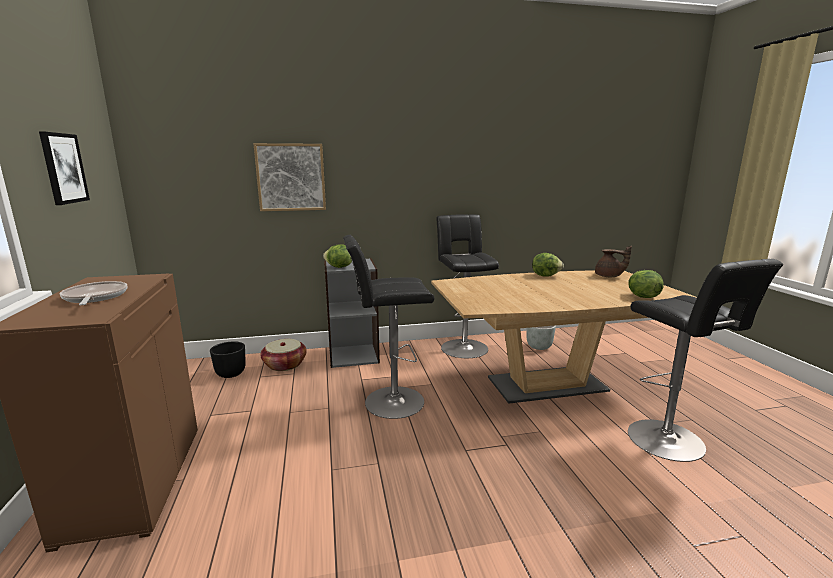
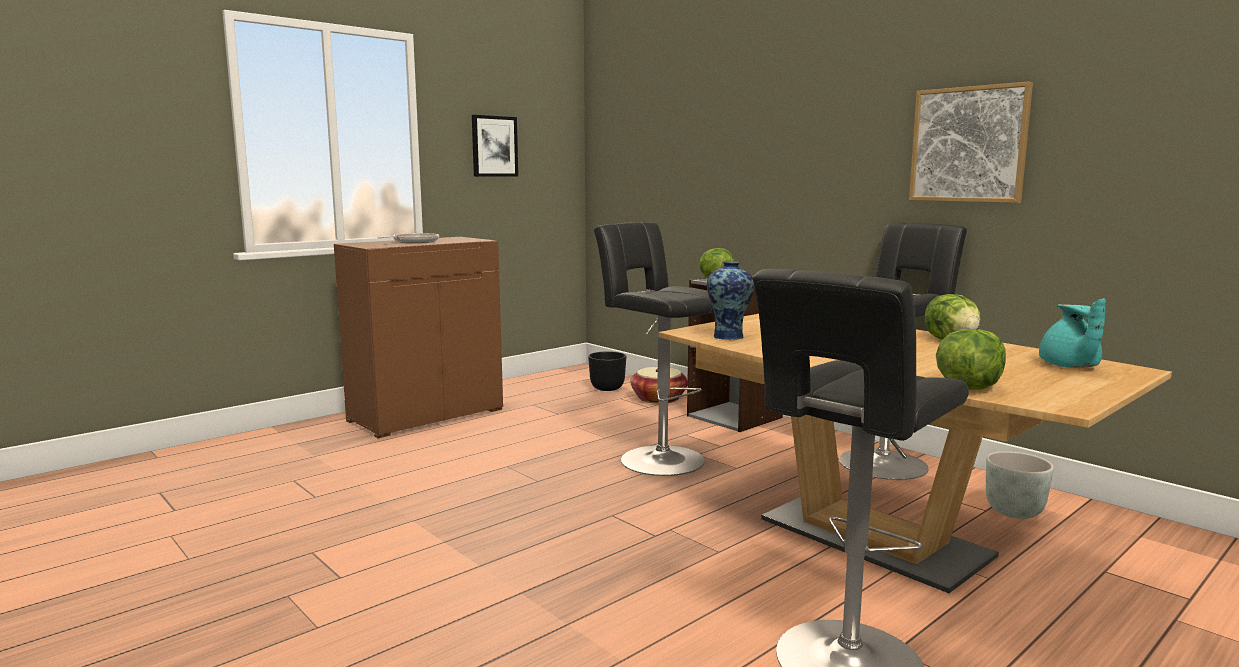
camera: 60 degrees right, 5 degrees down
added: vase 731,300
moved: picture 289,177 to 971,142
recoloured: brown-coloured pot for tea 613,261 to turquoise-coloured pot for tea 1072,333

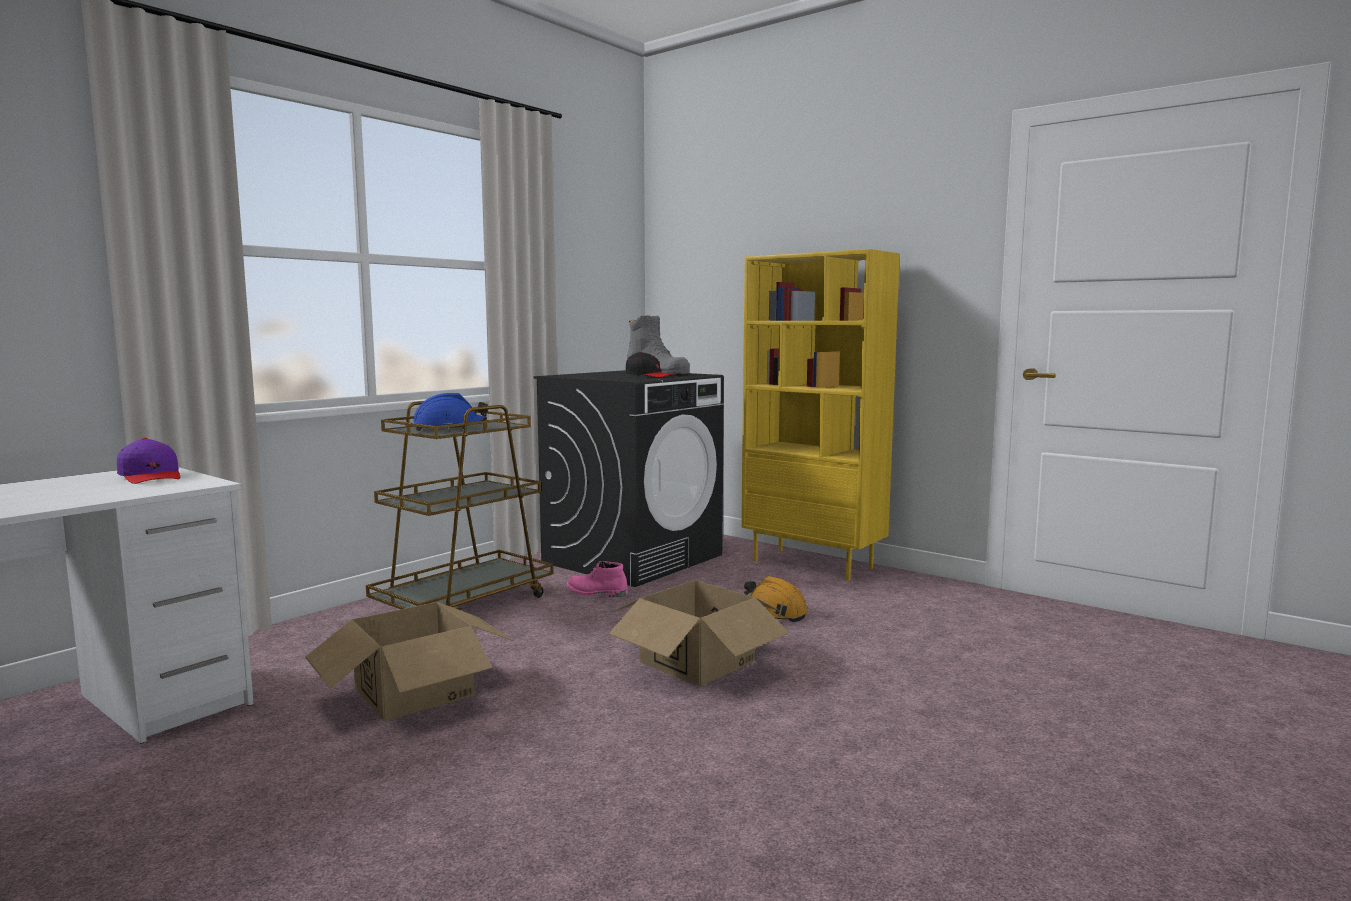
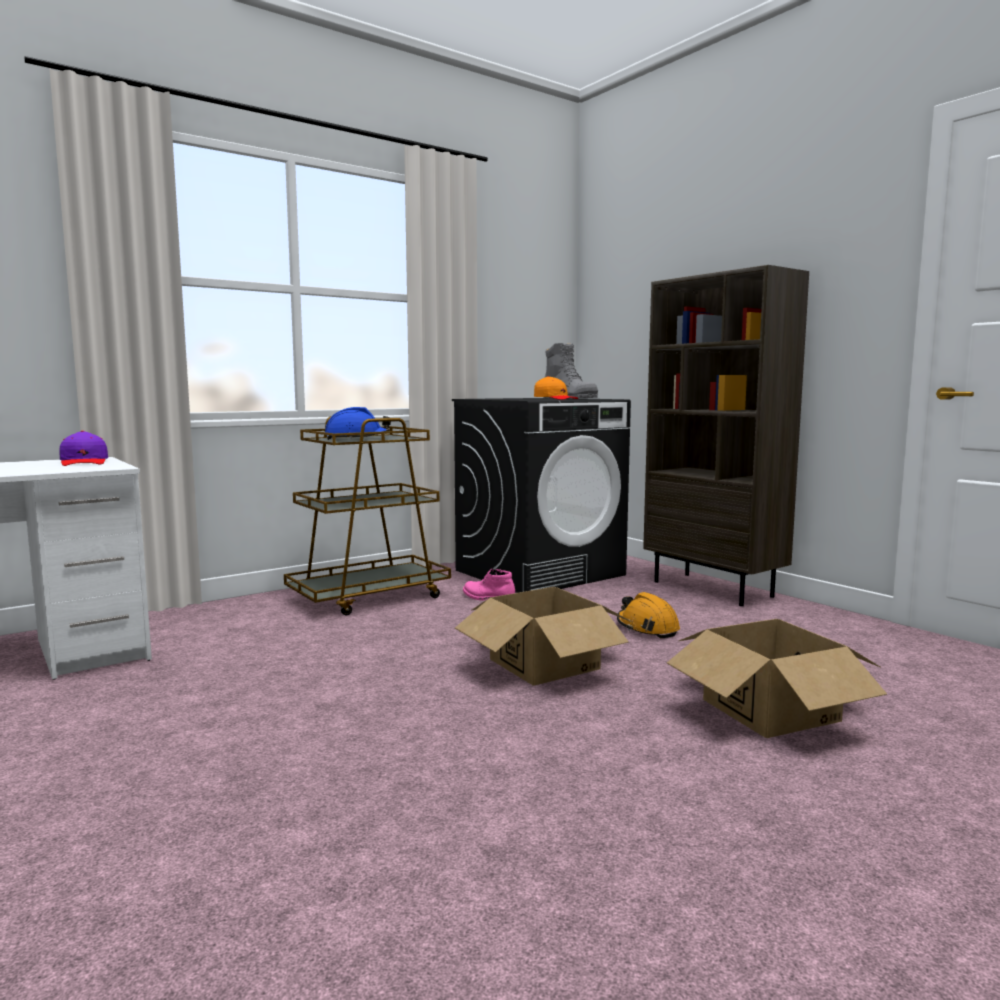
camera: 15 degrees right, 0 degrees up
moved: cardboard box 409,661 to 777,678
recoloured: blackish peaked cap 649,364 to orangey peaked cap 556,388; yellow-coloured bookcase 820,415 to brown-coloured bookcase 726,435

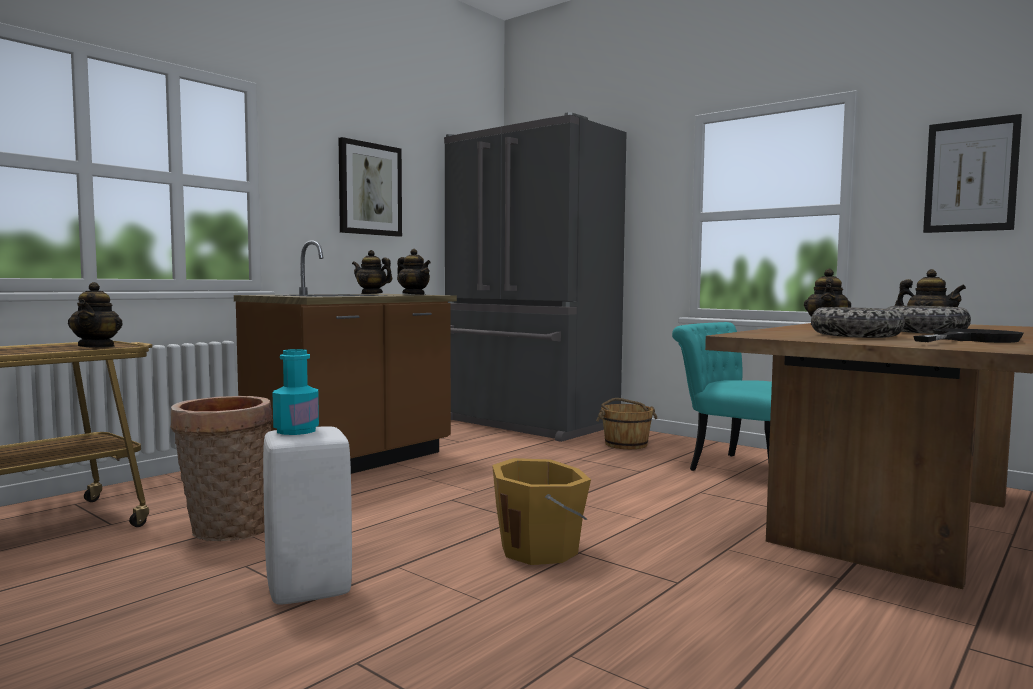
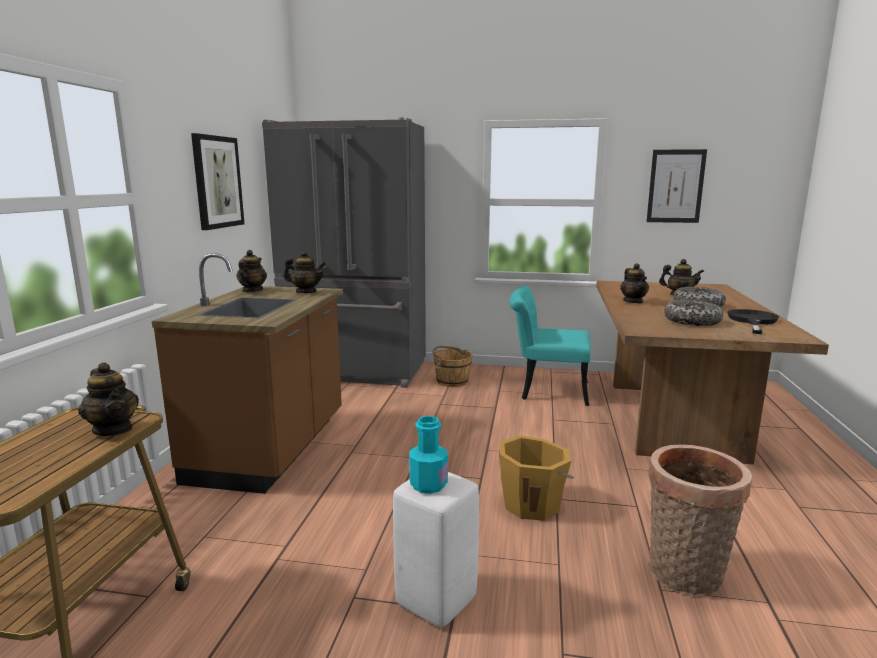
camera: 30 degrees left, 10 degrees up
moved: basket 221,468 to 700,520
turned: pot for tea 372,272 = 251,271 105 degrees clockwise

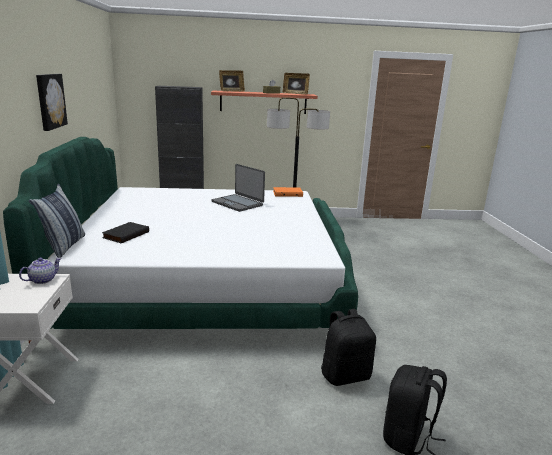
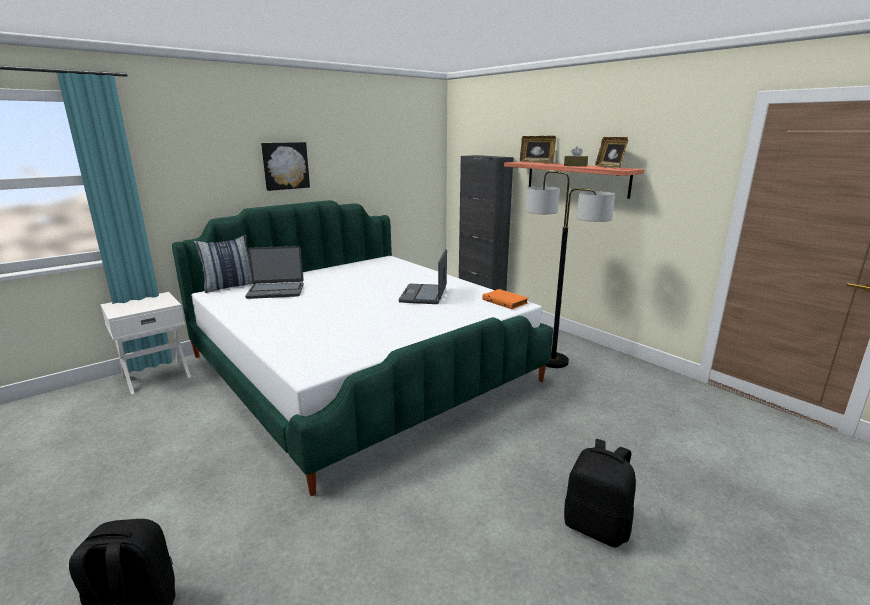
camera: 55 degrees right, 0 degrees up
removed: pot for tea 40,271
moved: blackish knapsack 348,347 to 600,493
replaced: blackish volume 125,232 to notebook computer 274,272

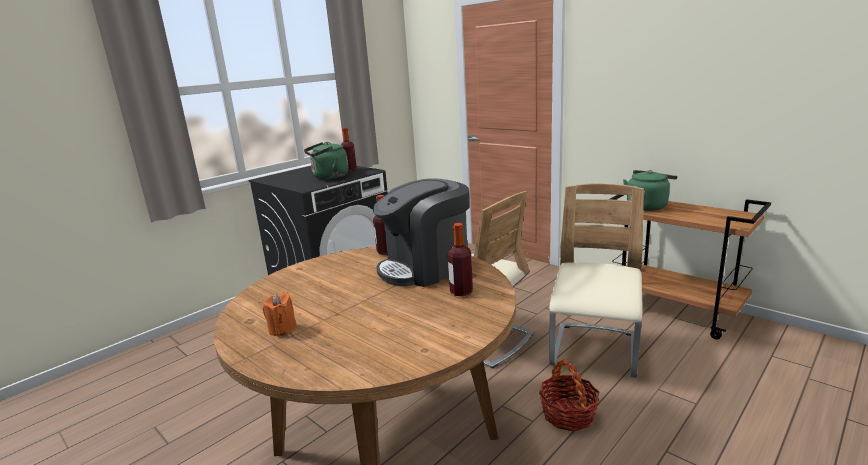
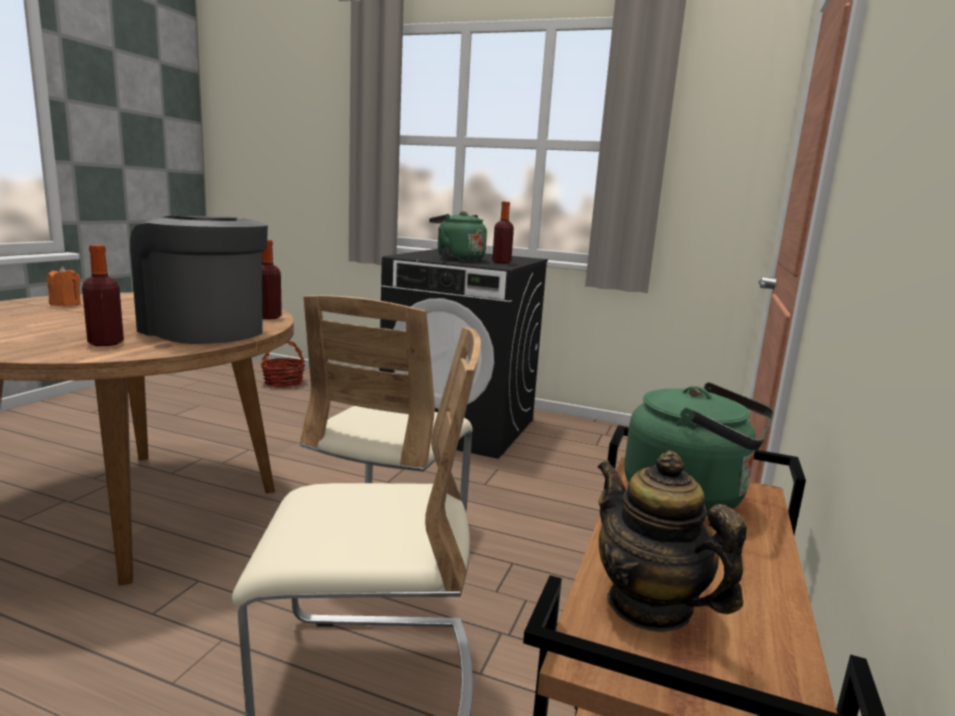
camera: 65 degrees right, 5 degrees down
added: pot for tea 672,541
moved: basket 569,395 to 283,364

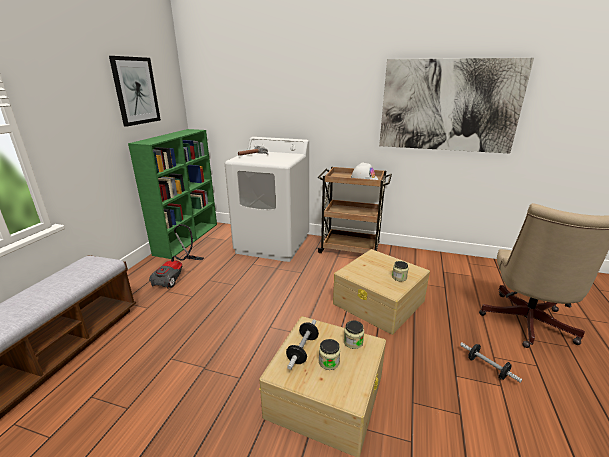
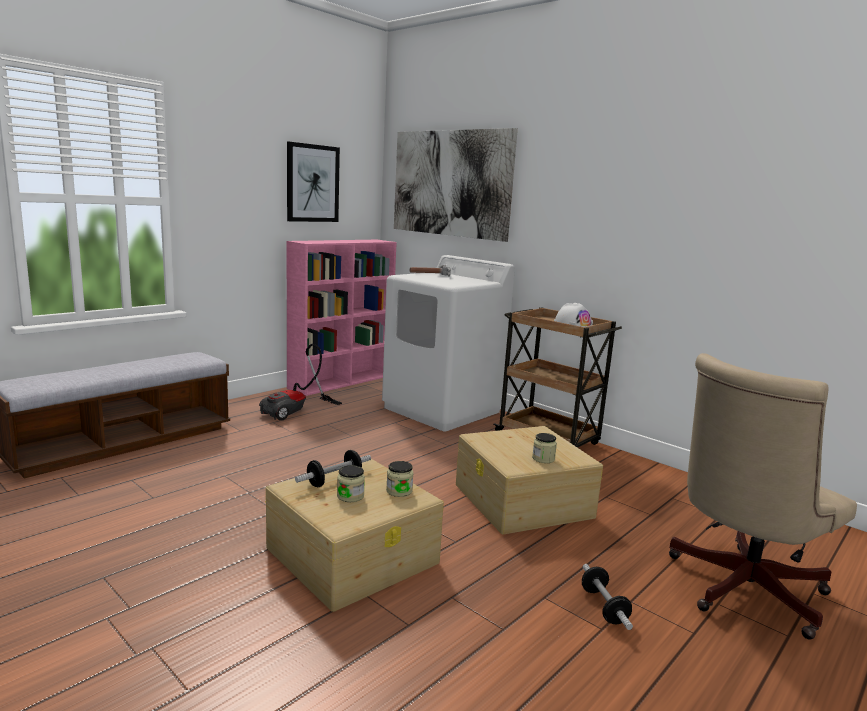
camera: 25 degrees right, 10 degrees down
moved: picture 456,106 to 456,185
recoloured: green bookcase 172,194 to pinkish bookcase 342,318

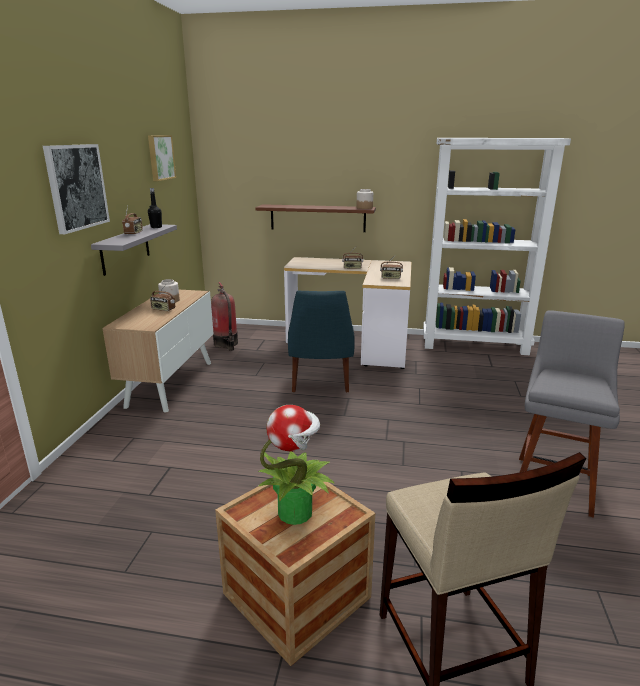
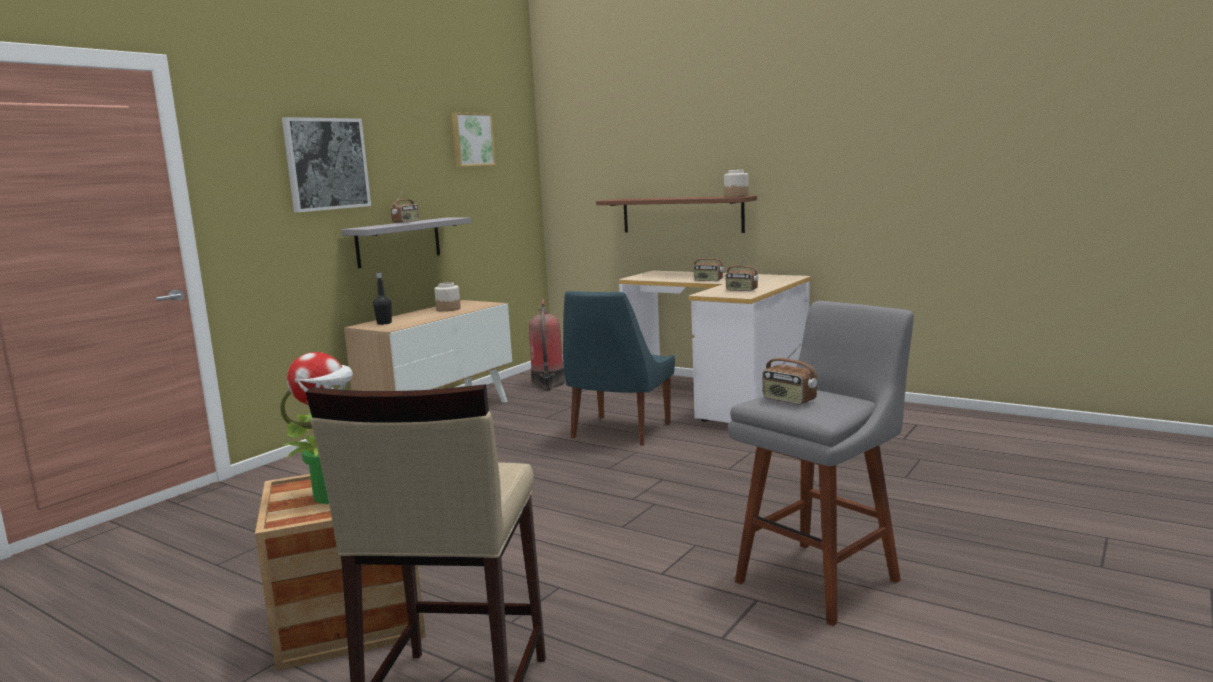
camera: 25 degrees right, 10 degrees down
removed: white bookcase 497,246
moved: blackish bottle 155,208 to 382,299; radio receiver 162,298 to 789,374

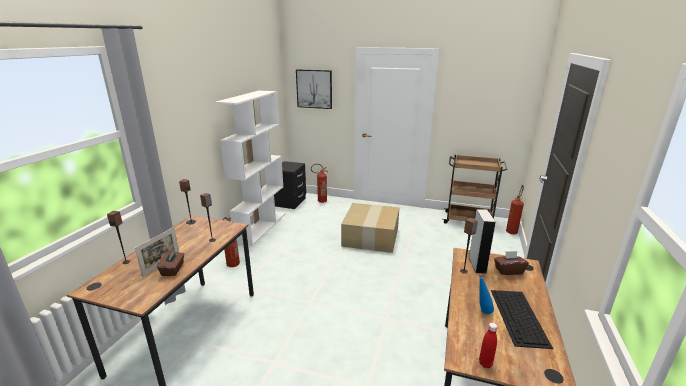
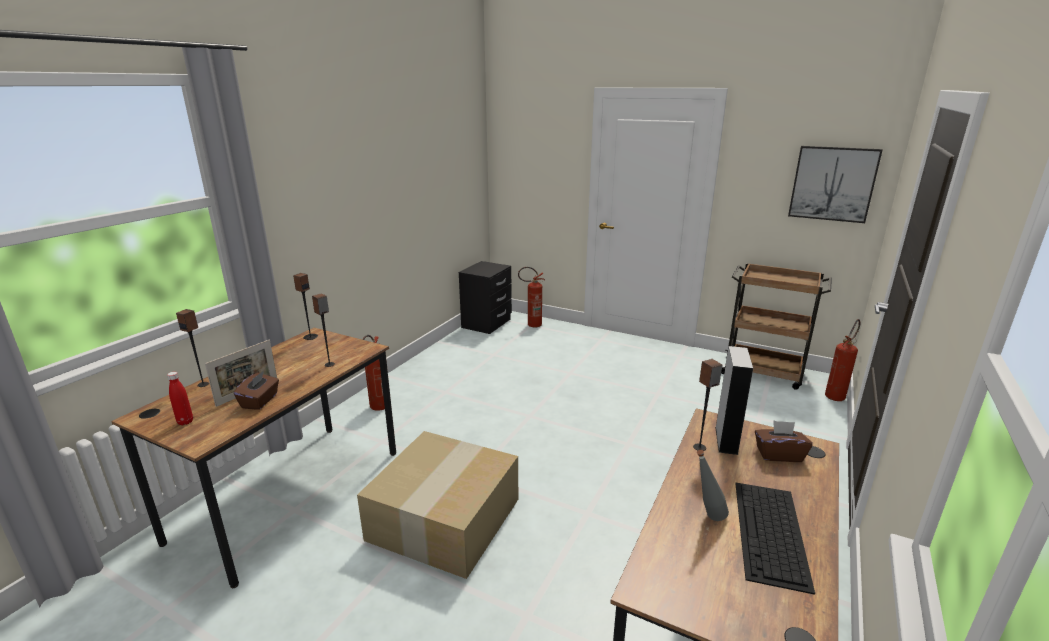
camera: 10 degrees right, 0 degrees up
removed: white bookcase 250,168
moved: picture 314,89 to 835,184; cardboard box 370,228 to 437,505; reddish bottle 488,345 to 180,398
recoloured: bluish bottle 486,293 to gray bottle 713,485

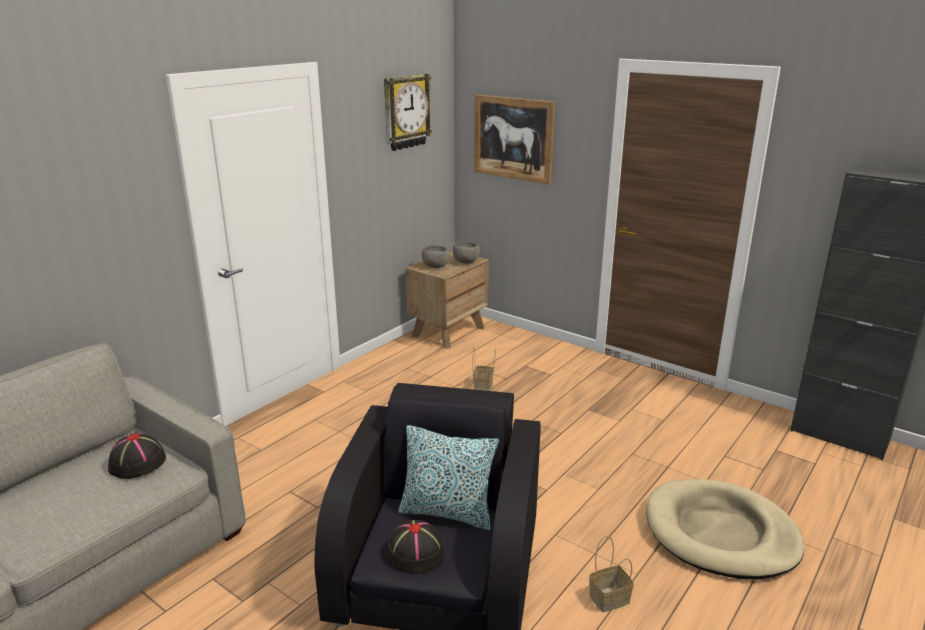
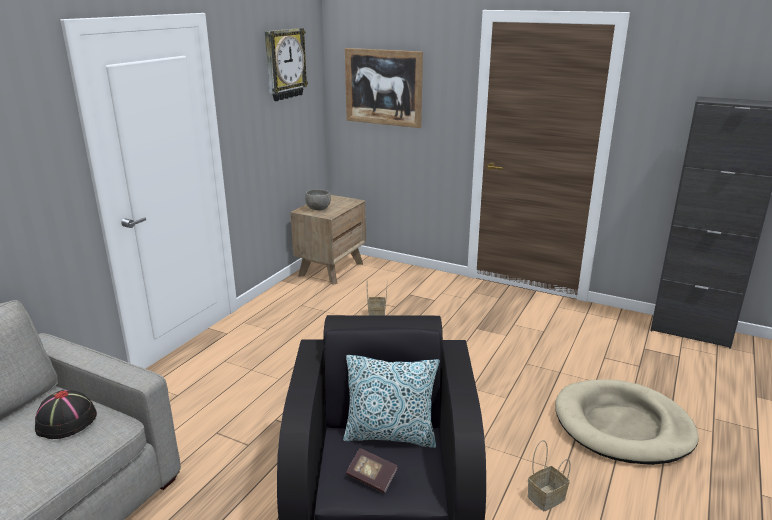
camera: 10 degrees left, 0 degrees up
removed: gray deep dish 466,252
replaced: blackish hat 416,547 to volume 372,470

